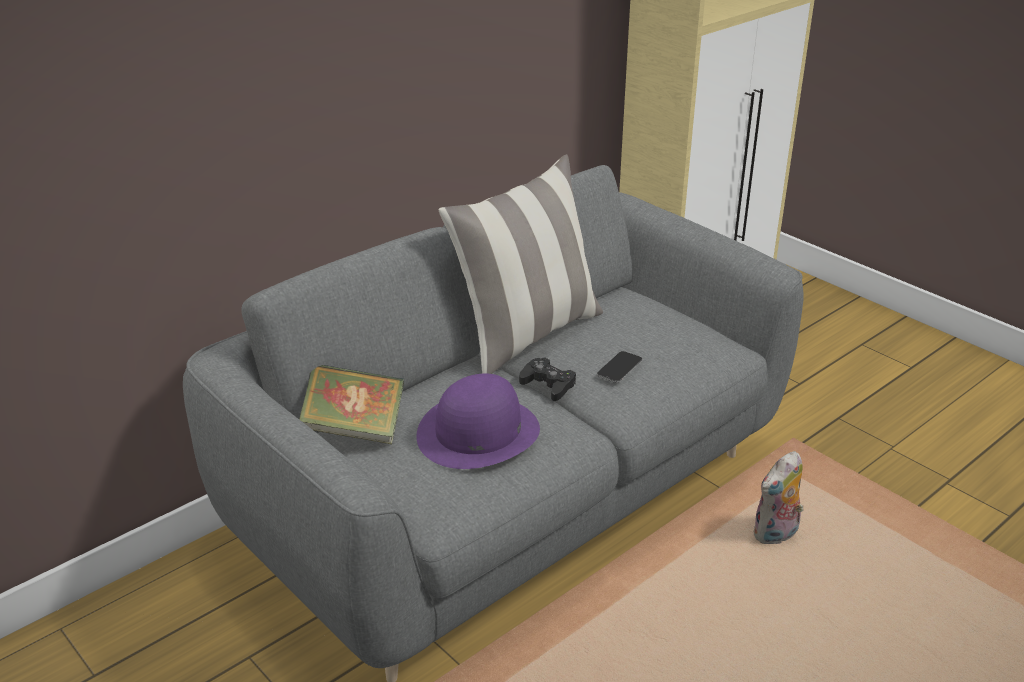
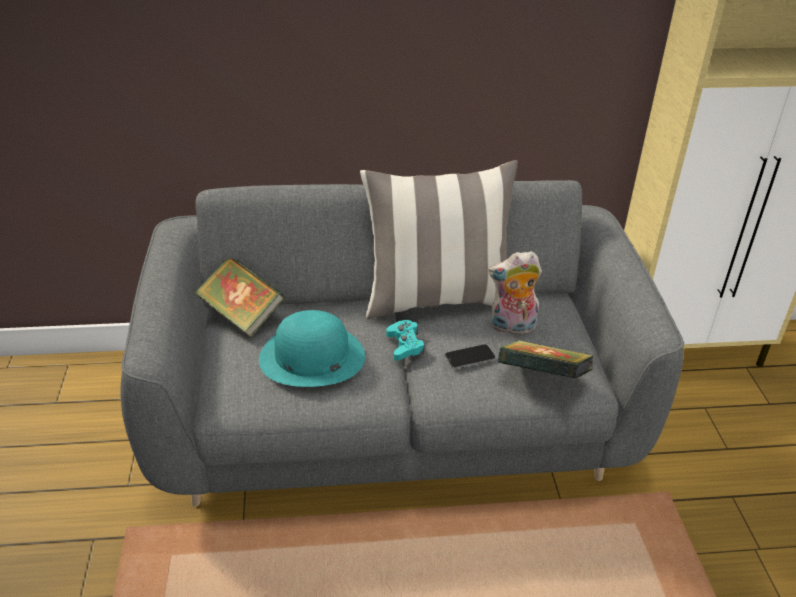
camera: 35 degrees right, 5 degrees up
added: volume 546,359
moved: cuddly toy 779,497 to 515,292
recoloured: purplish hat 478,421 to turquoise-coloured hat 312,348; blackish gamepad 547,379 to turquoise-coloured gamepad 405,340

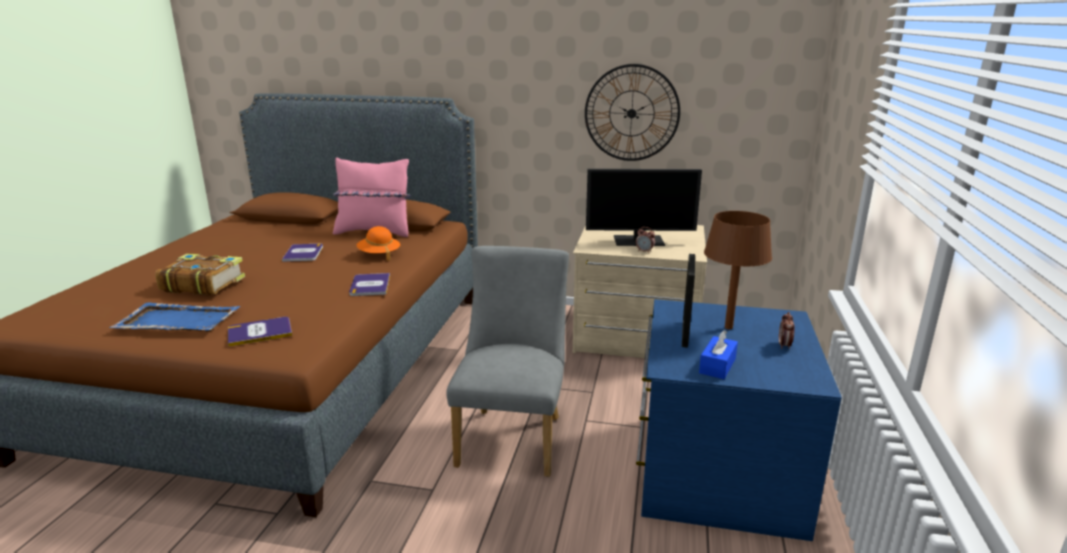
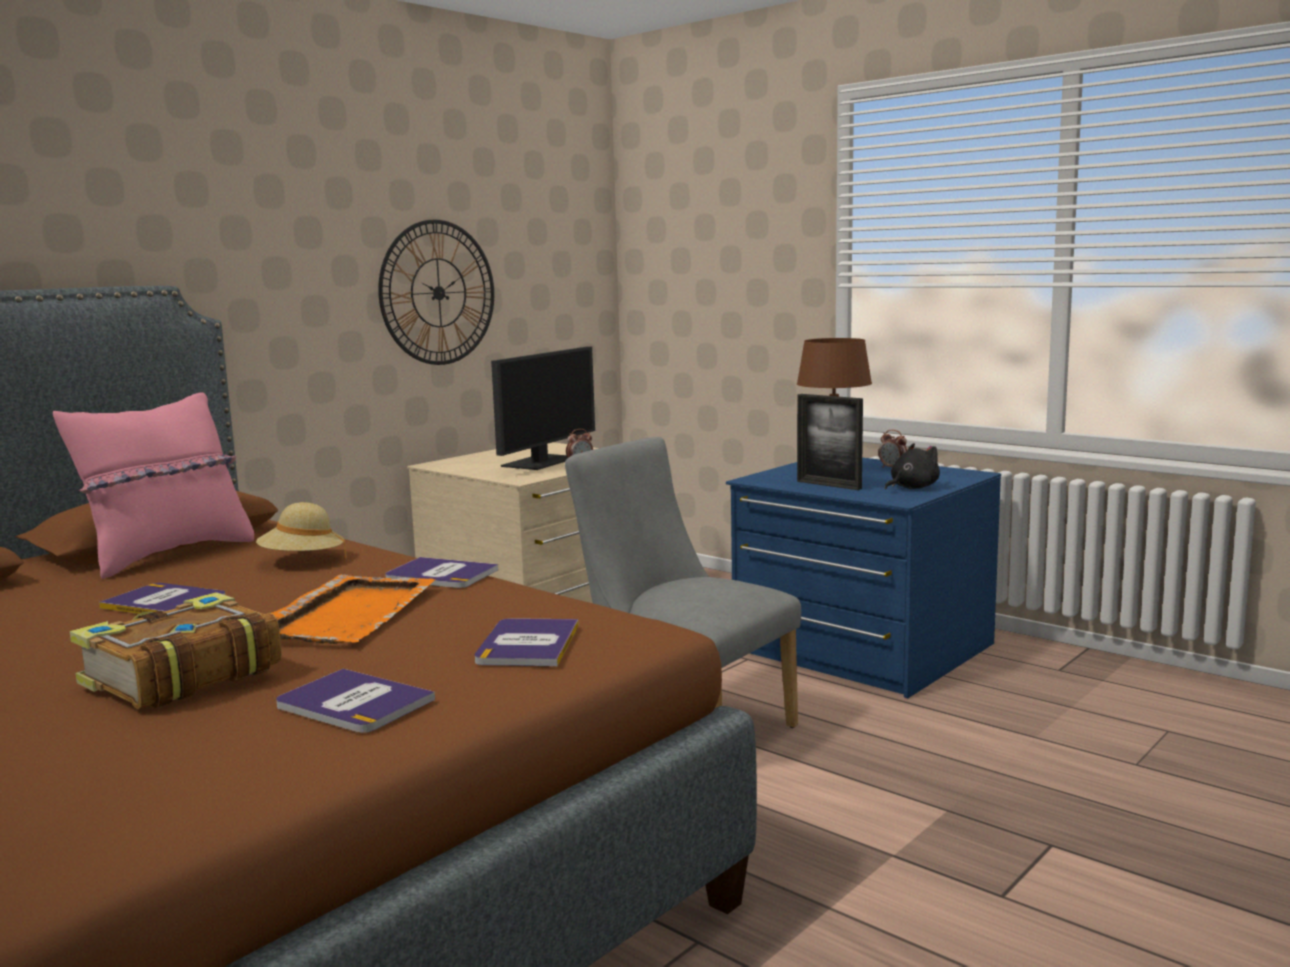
camera: 60 degrees left, 10 degrees down
added: orangey tray 354,609
replaced: bluish tray 174,317 to volume 355,701; bluish tissue holder 718,354 to blackish cuddly toy 912,466
recoloured: orangey hat 378,243 to beige-coloured hat 301,530

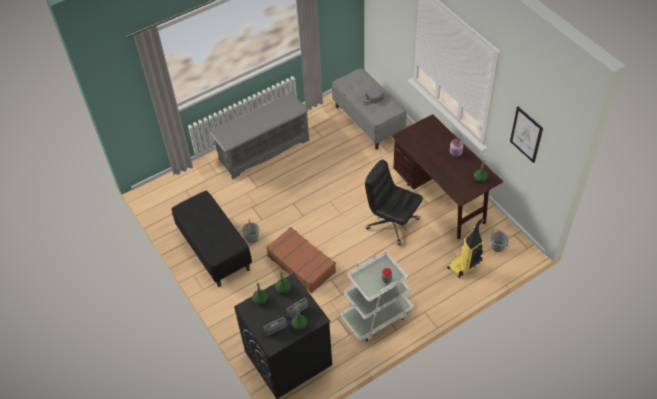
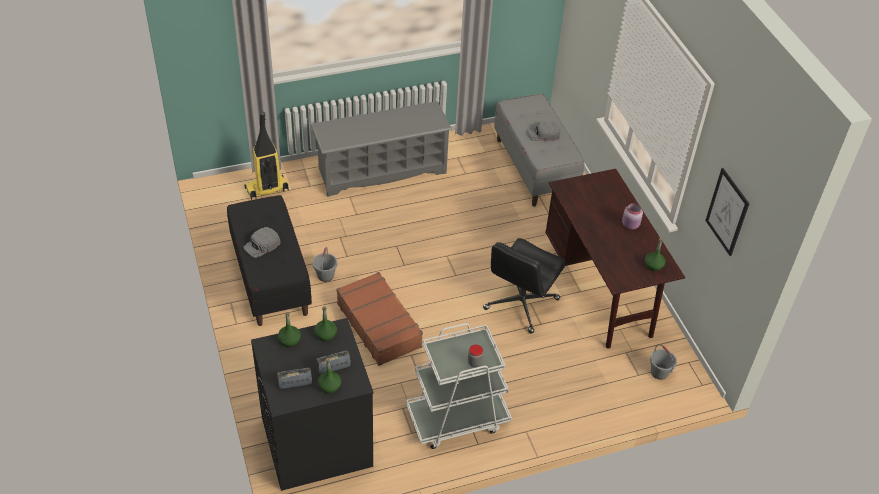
camera: 10 degrees right, 5 degrees down
added: gray peaked cap 262,242
moved: vacuum cleaner 465,248 to 266,156
turned: blackish office chair 394,202 = 524,285 105 degrees counterclockwise

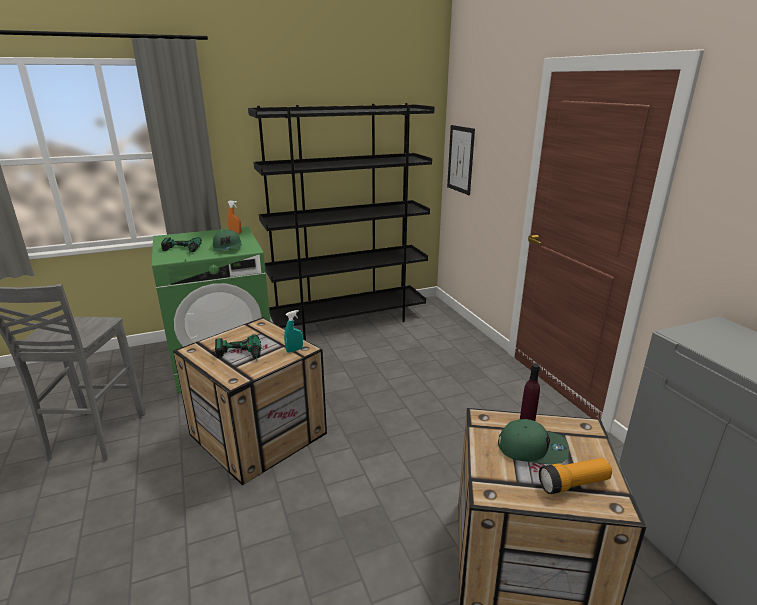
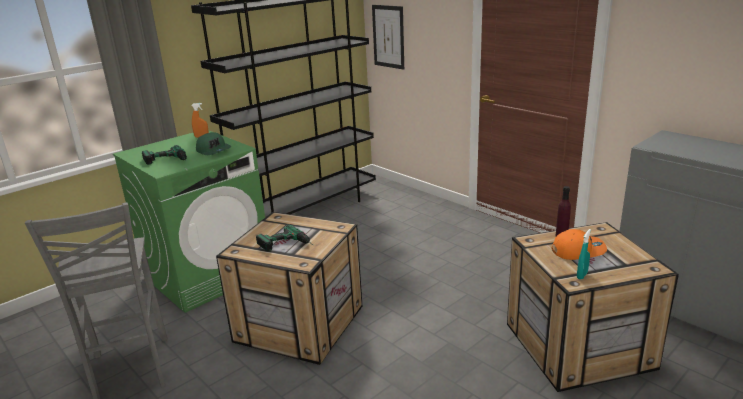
camera: 20 degrees left, 0 degrees up
removed: flashlight 575,476
moved: turquoise-coloured hand sprayer 293,331 to 584,254
recoloured: green peaked cap 533,441 to orangey peaked cap 579,244

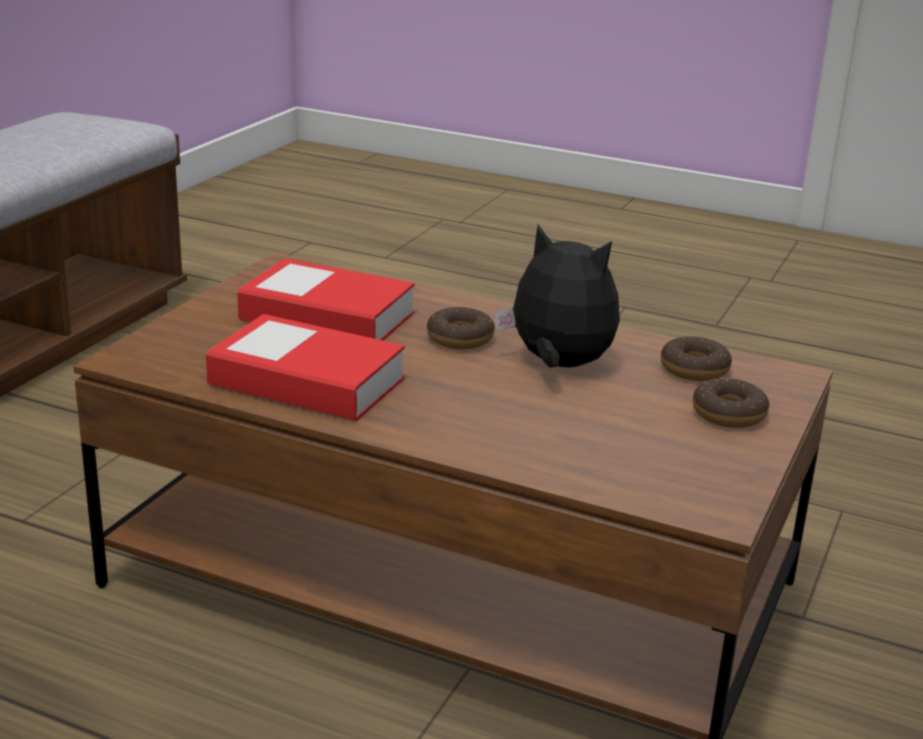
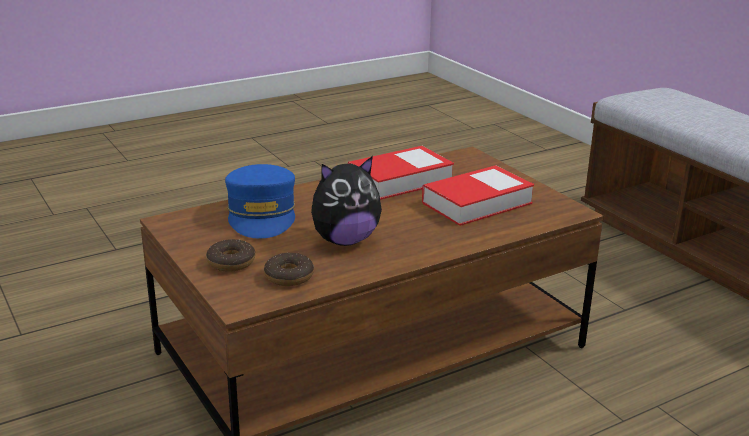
camera: 125 degrees right, 0 degrees up
removed: donut 461,328
added: bluish peaked cap 260,201

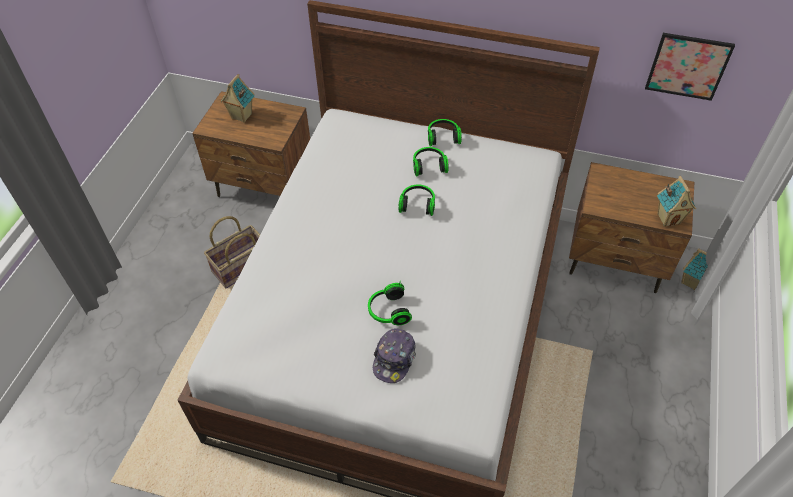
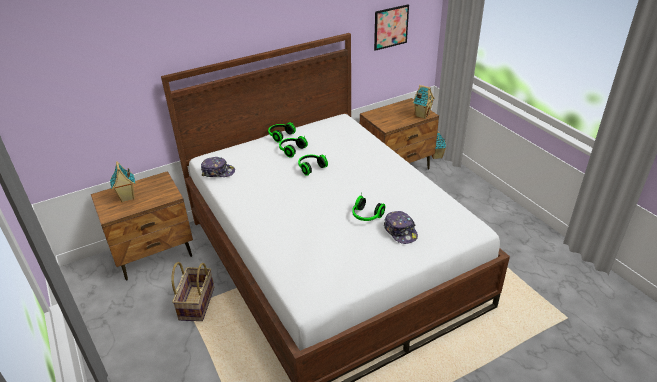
camera: 45 degrees left, 15 degrees down
added: peaked cap 218,167

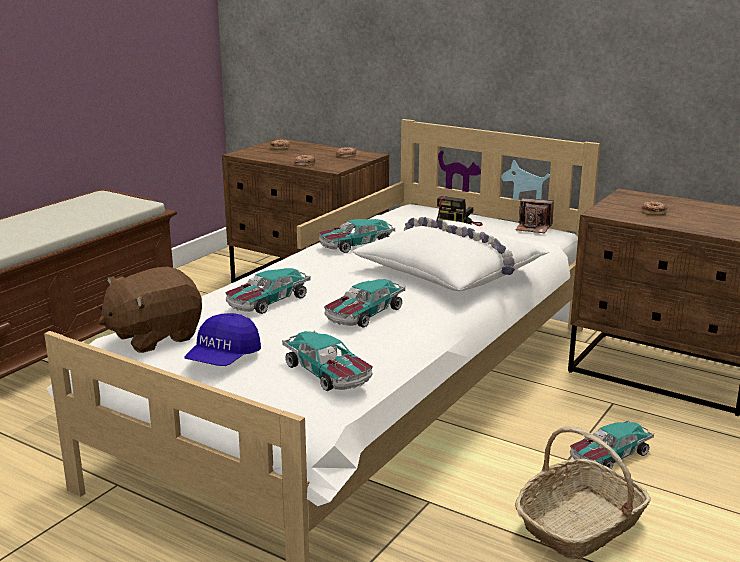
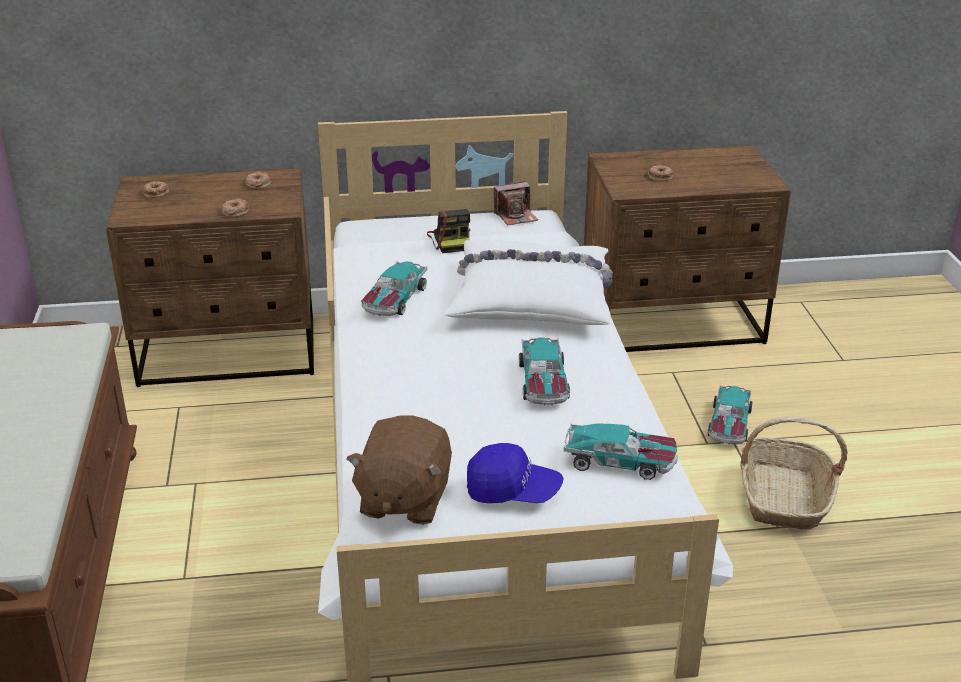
camera: 40 degrees left, 10 degrees up
removed: toy car 268,291
turned: bluish peaked cap 222,339 = 515,473 60 degrees counterclockwise

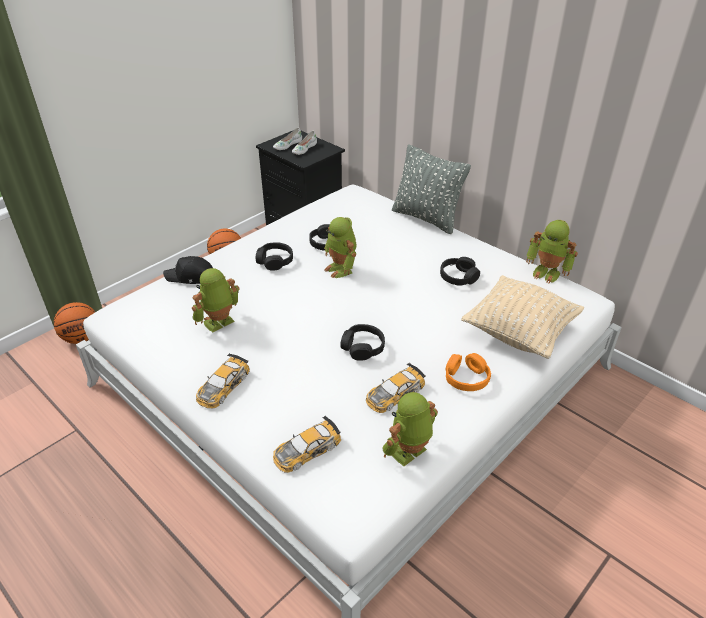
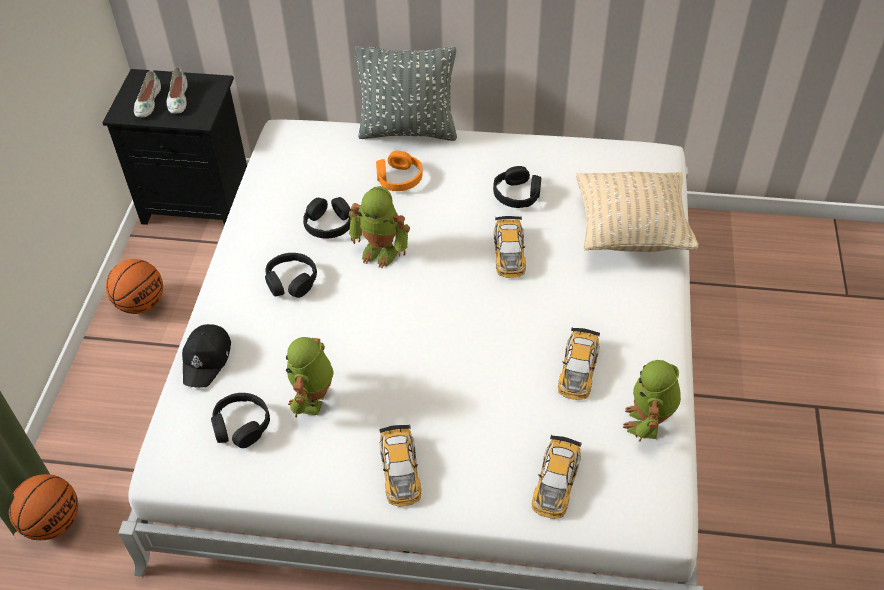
camera: 35 degrees left, 10 degrees up
removed: toy robot 552,251
added: toy car 510,247
moved: blackish headphones 362,342 to 240,420; orangey headphones 468,372 to 399,171
turned: blackish peaked cap 188,270 = 206,356 45 degrees counterclockwise

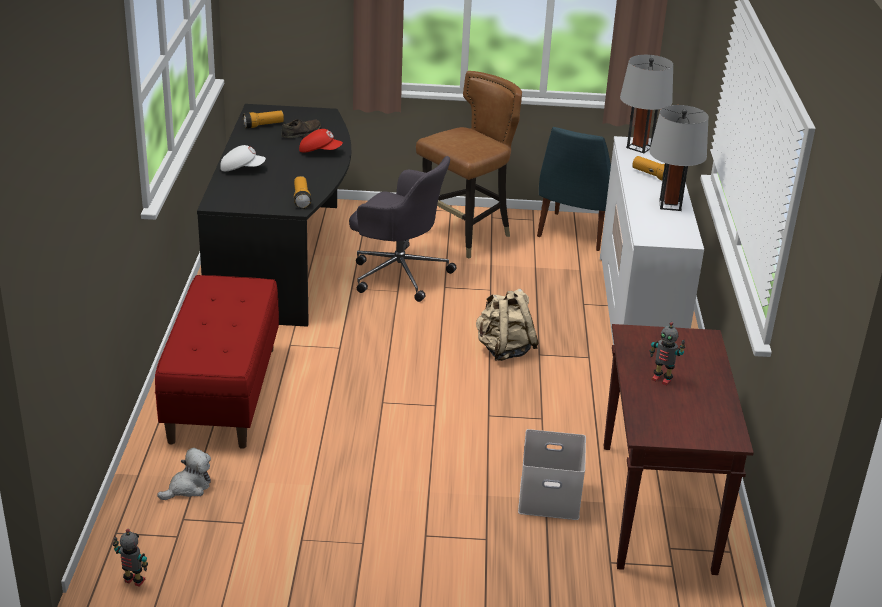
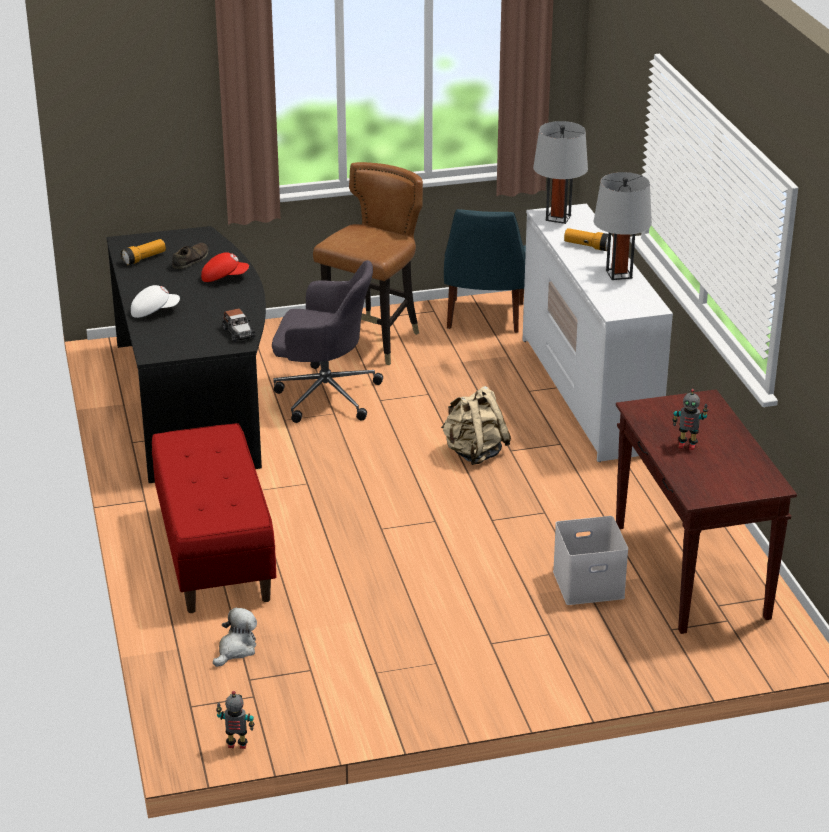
camera: 15 degrees left, 0 degrees up
replaced: flashlight 302,192 to toy car 239,325

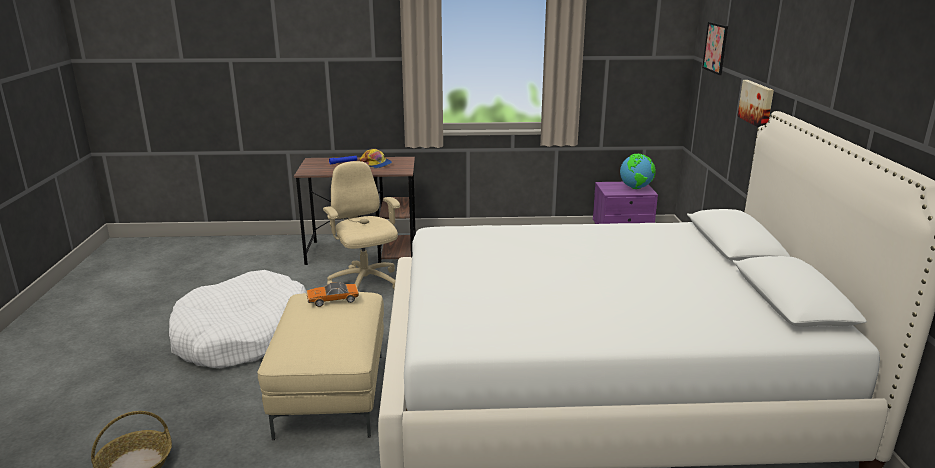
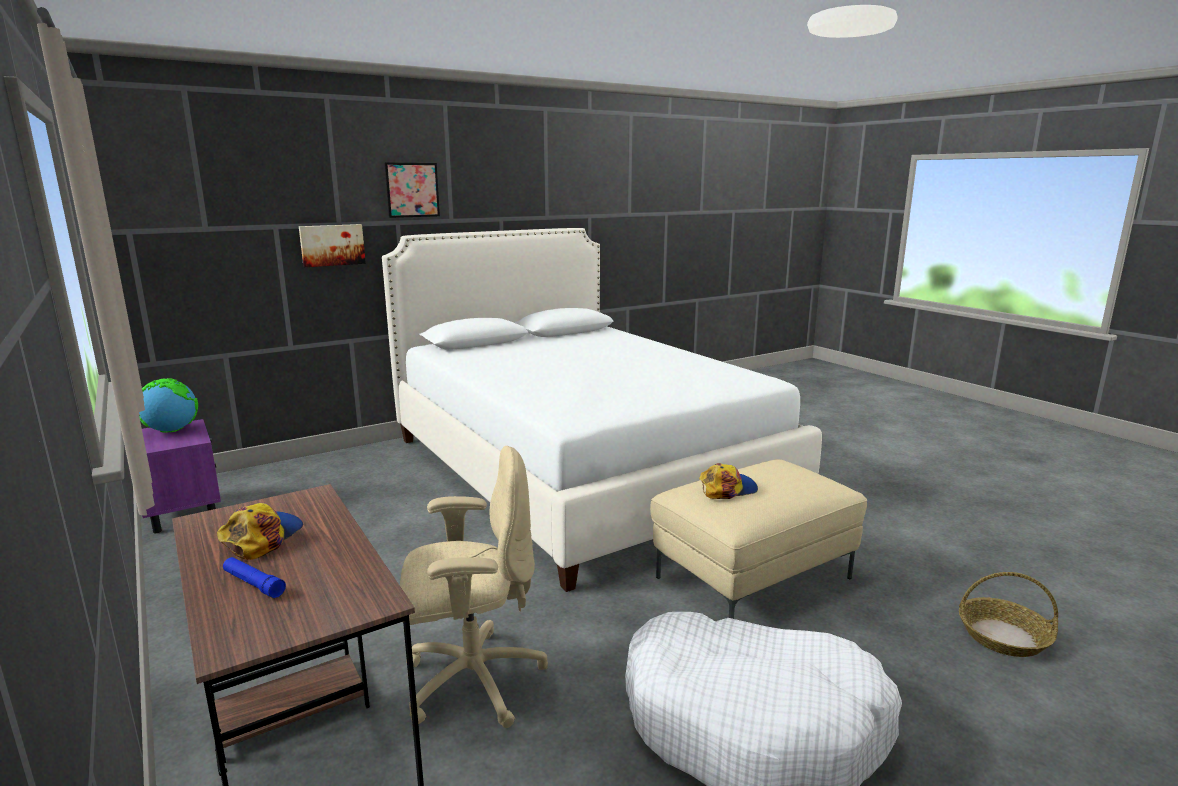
camera: 120 degrees left, 5 degrees down
moved: picture 715,48 to 412,190
replaced: toy car 333,294 to peaked cap 728,481
turned: beige-coloured office chair 361,225 = 474,587 135 degrees counterclockwise

